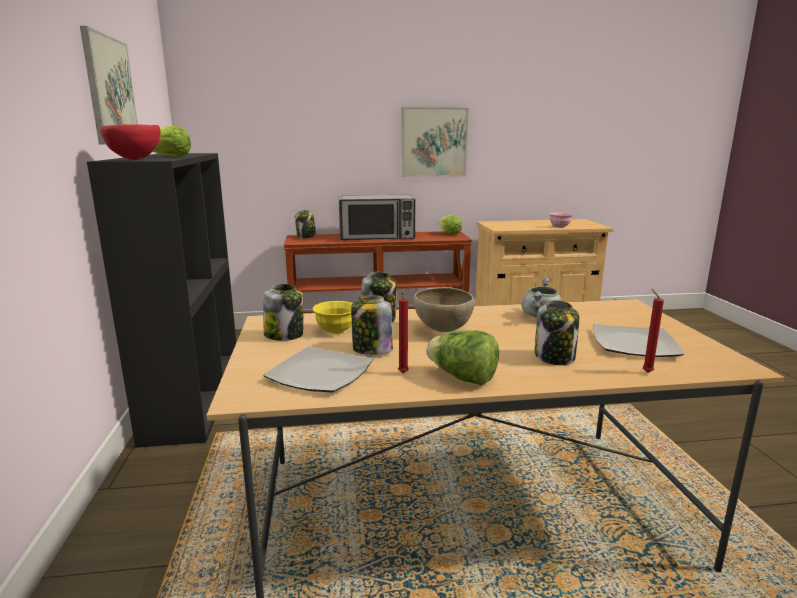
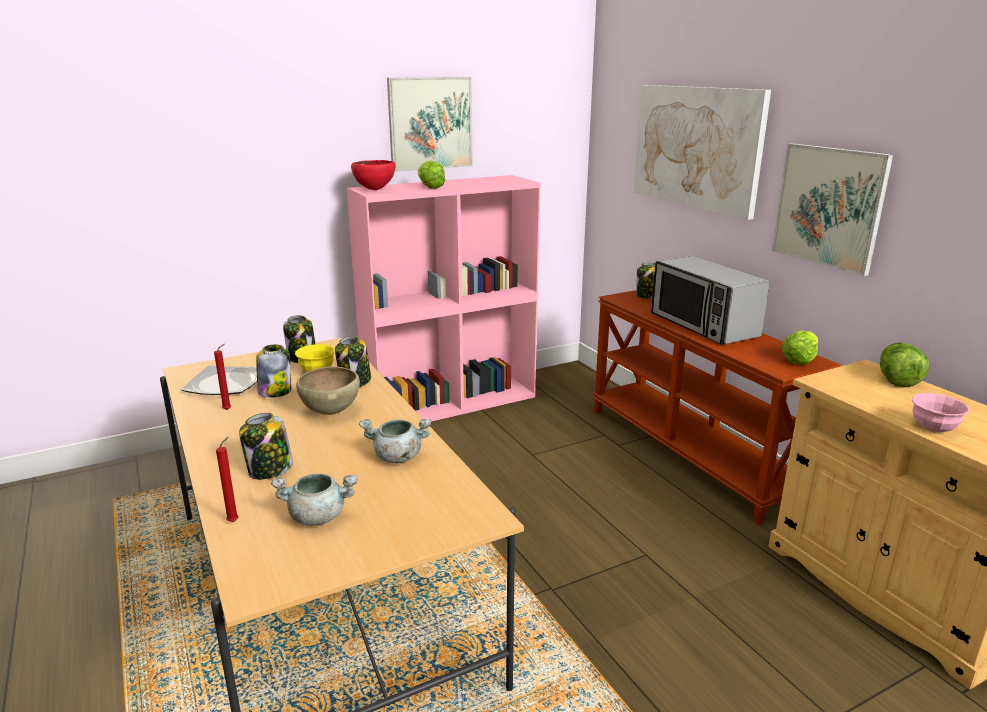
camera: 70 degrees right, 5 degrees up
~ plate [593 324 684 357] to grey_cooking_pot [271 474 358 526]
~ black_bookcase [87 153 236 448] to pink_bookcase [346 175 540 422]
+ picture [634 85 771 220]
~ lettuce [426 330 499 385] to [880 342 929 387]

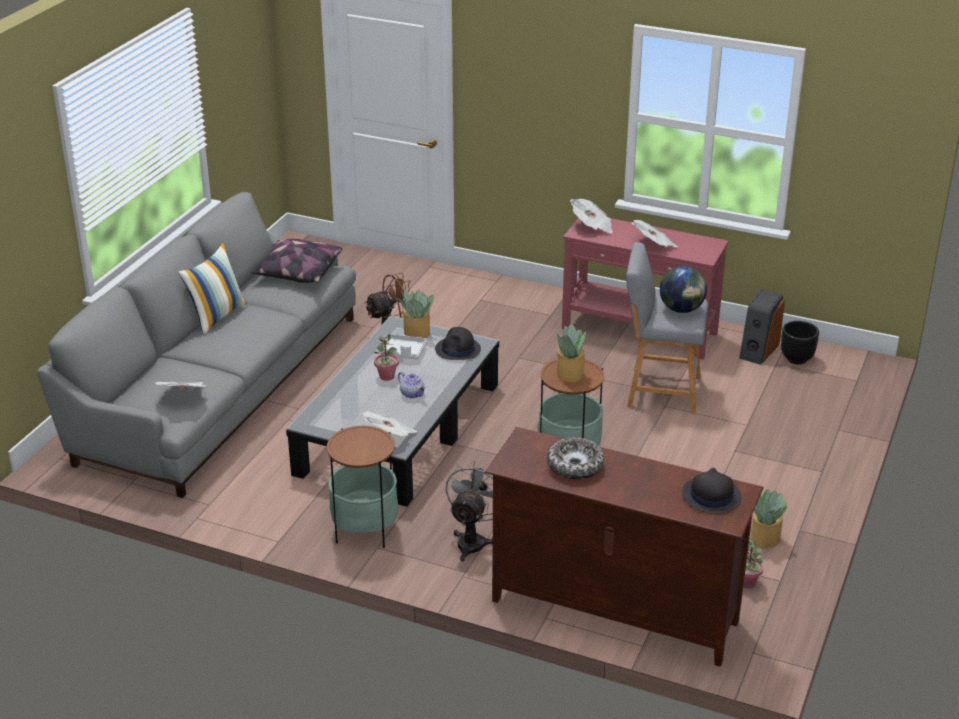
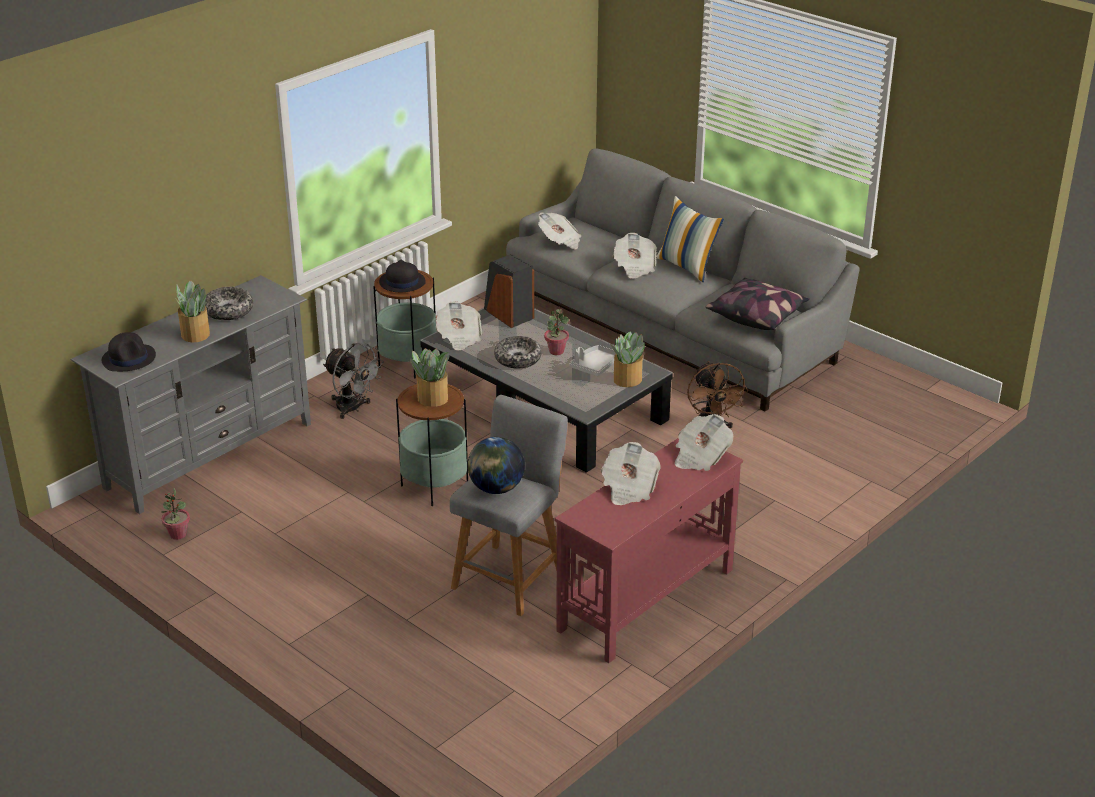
camera: 110 degrees right, 0 degrees up
~ brown_tv_stand [485 427 764 667] to grey_tv_stand [70 275 311 514]
~ potted_plant [750 489 787 548] to [175 280 210 342]
~ black_hat [435 327 481 360] to [379 260 426 292]
~ speaker [739 289 785 365] to [484 254 535 328]
~ teapot [398 372 426 399] to bowl [494 336 542 368]
+ newspaper [613 233 657 279]
- black_planter [781 321 819 364]

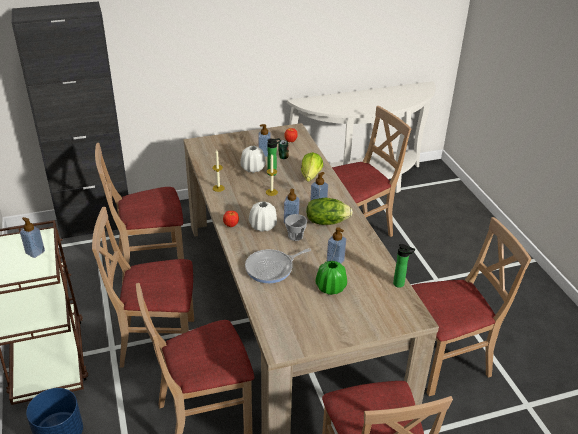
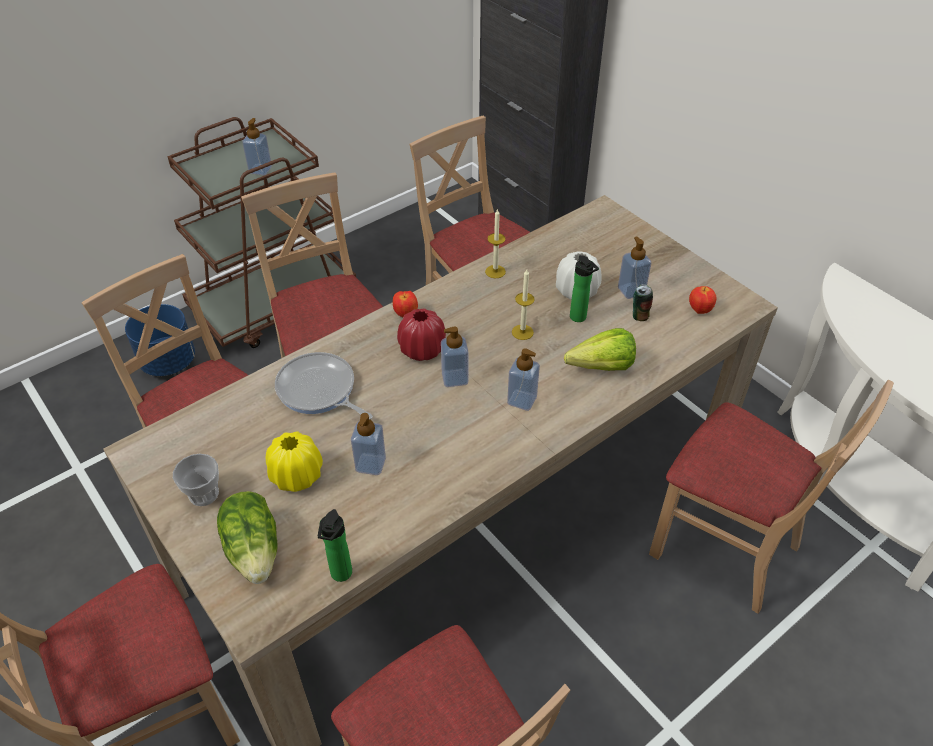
camera: 70 degrees right, 10 degrees up
~ cup [285 214 307 241] to [173 454 219 506]
~ lettuce [306 198 353 225] to [217 491 277 584]
~ green_vase [315 261 347 295] to yellow_vase [266 431 323 492]
~ white_vase [249 201 277 232] to red_vase [397 309 446 361]

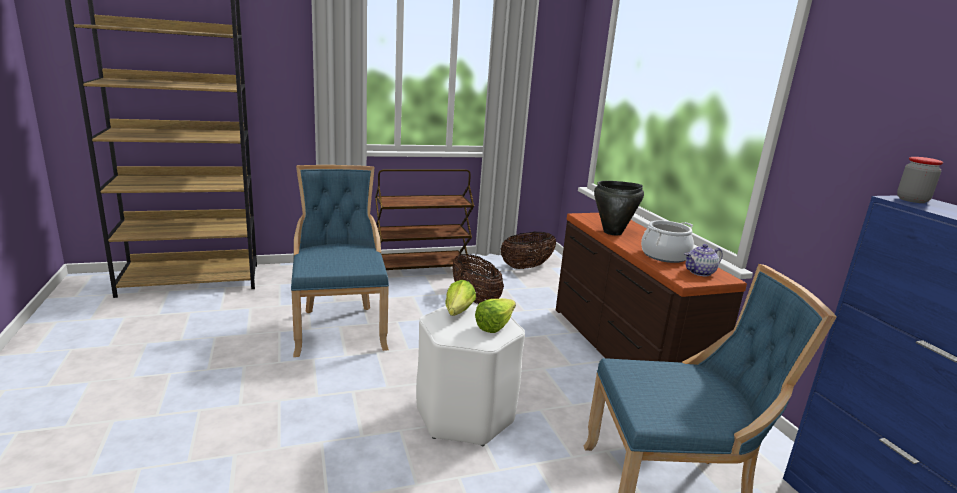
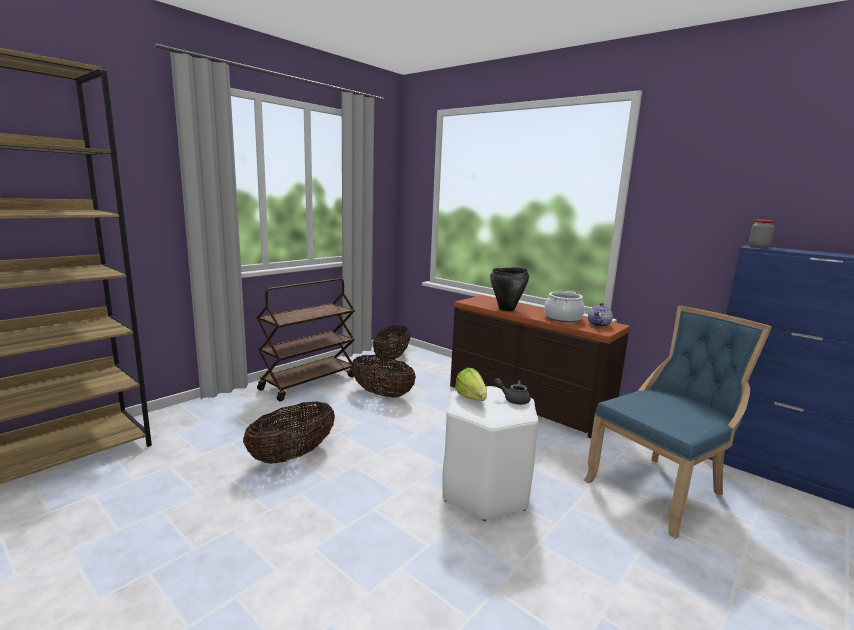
camera: 30 degrees left, 5 degrees down
~ blue_chair [291 165 389 357] to basket [243 402 335 464]
~ lettuce [475 298 516 333] to grey_teapot [494 378 530 405]

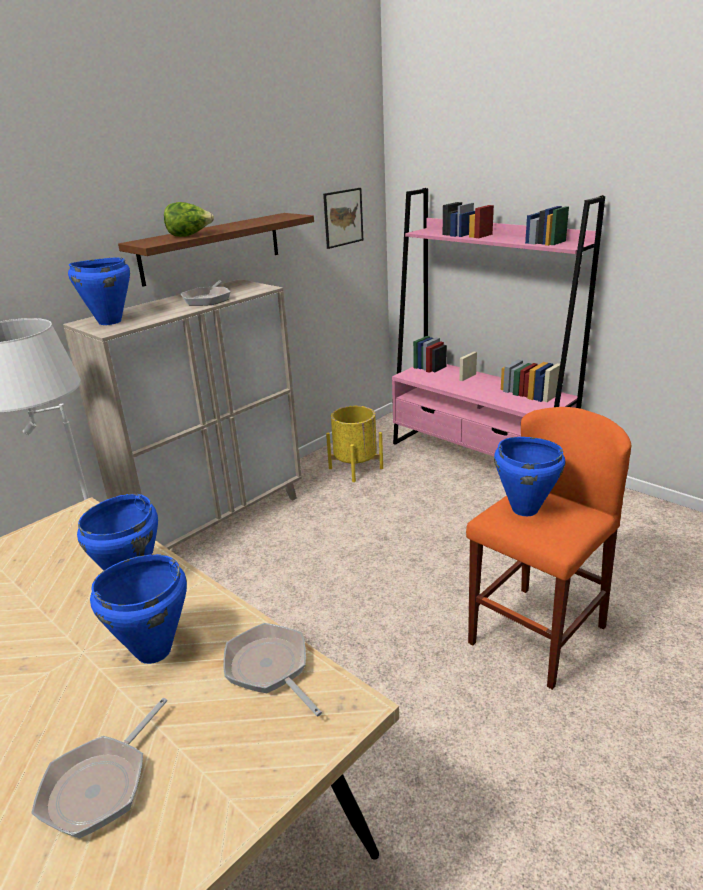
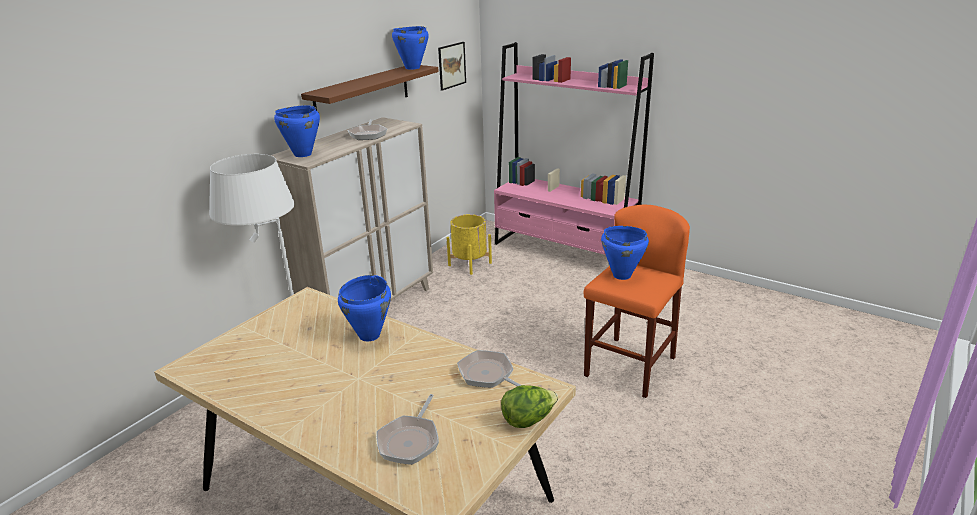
camera: 10 degrees left, 0 degrees up
~ blue_cooking_pot [90 554 187 664] to [392 26 429 70]
~ lettuce [164 202 214 237] to [501 385 558 428]

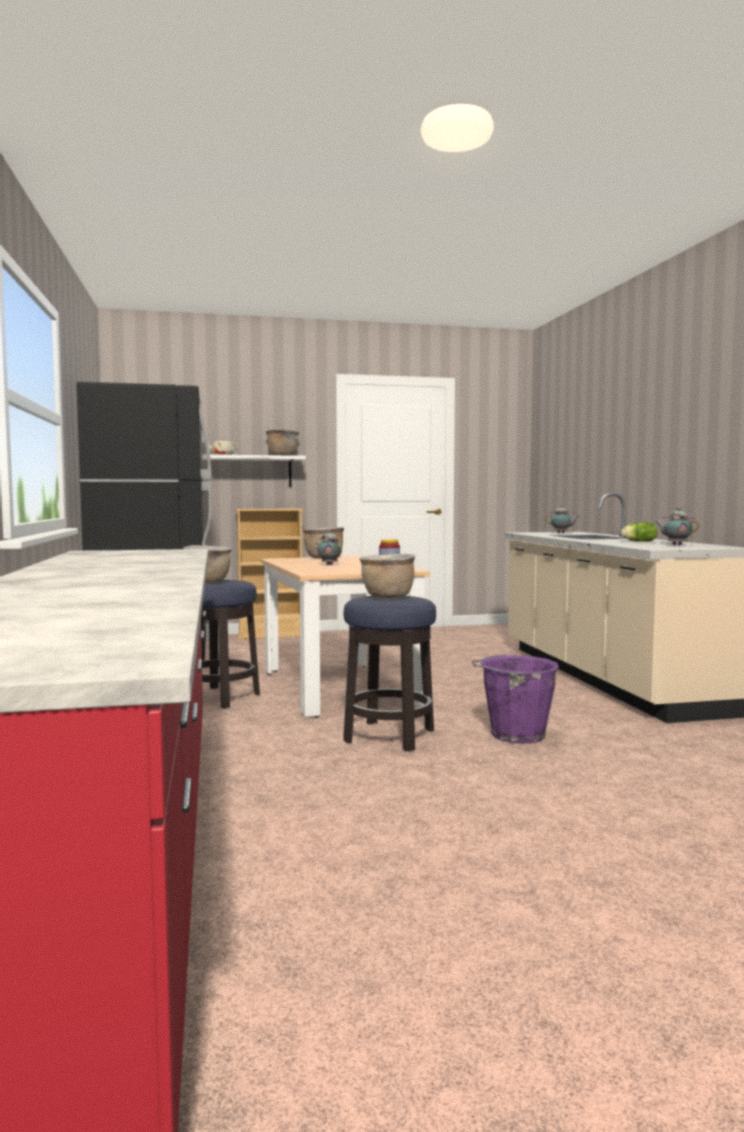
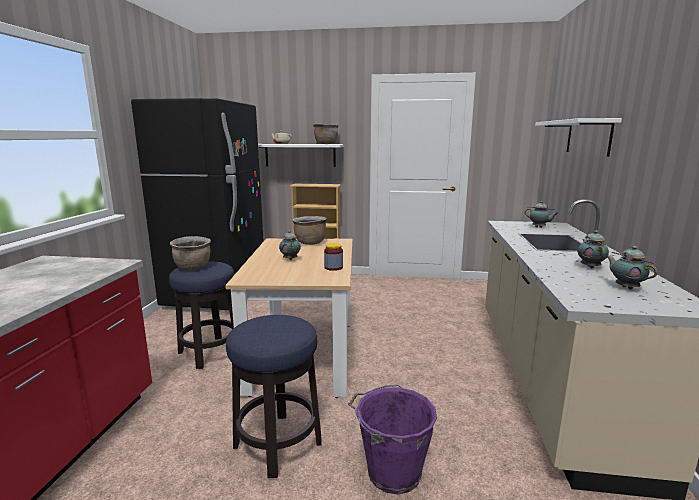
camera: 20 degrees right, 10 degrees up
+ white_shelf [535 118 622 157]
~ lettuce [621 522 657 542] to teapot [578 230 609 268]
- brown_cooking_pot [359 554 415 598]

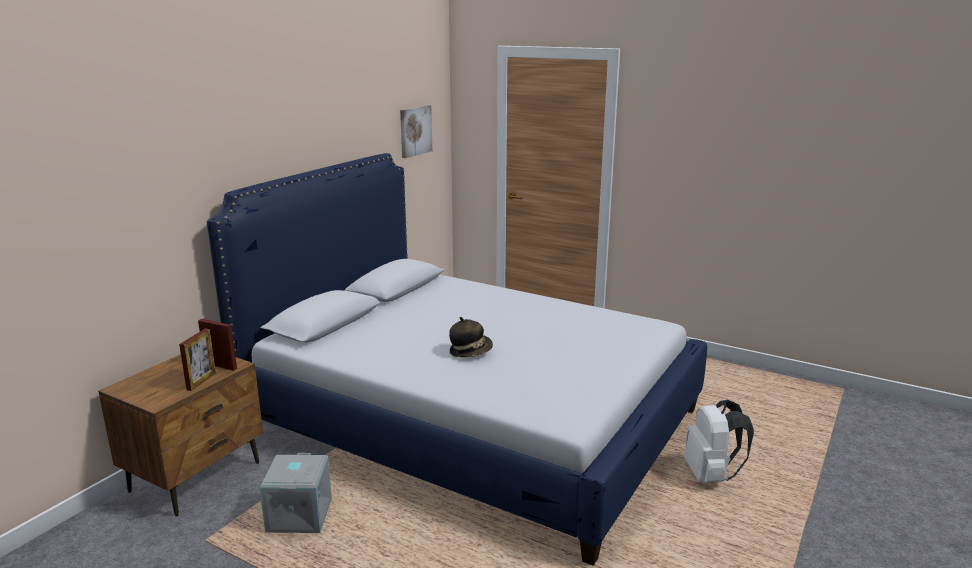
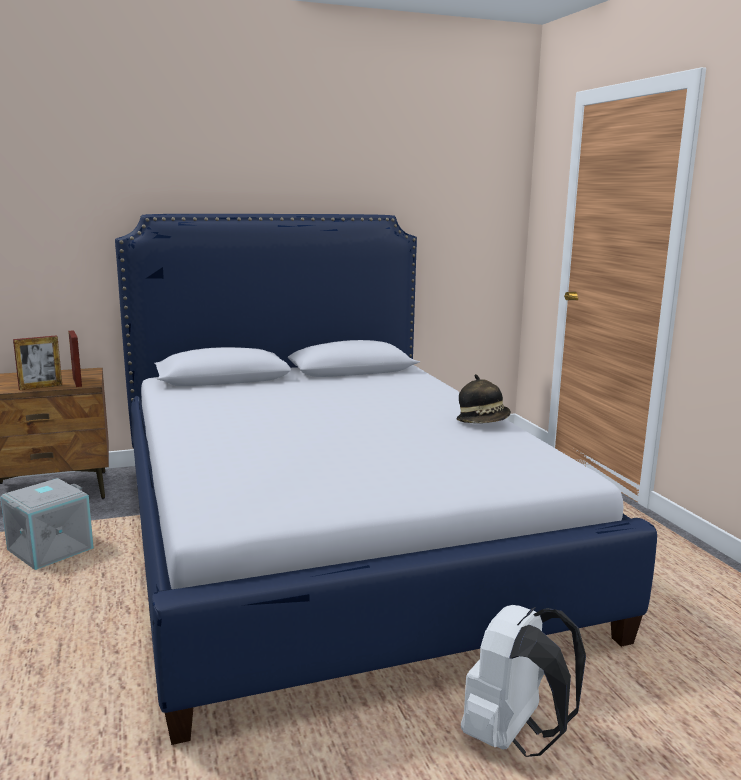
camera: 40 degrees right, 5 degrees down
~ hat [449 317 493 357] to [456 374 511 423]
- picture [400 105 432 158]

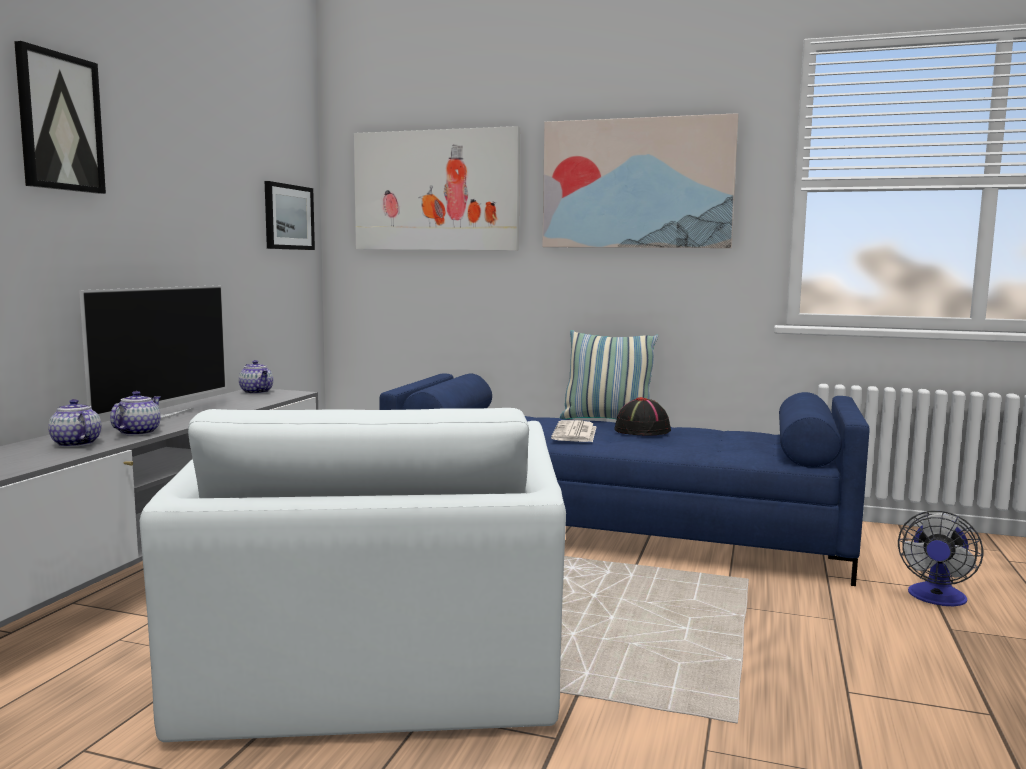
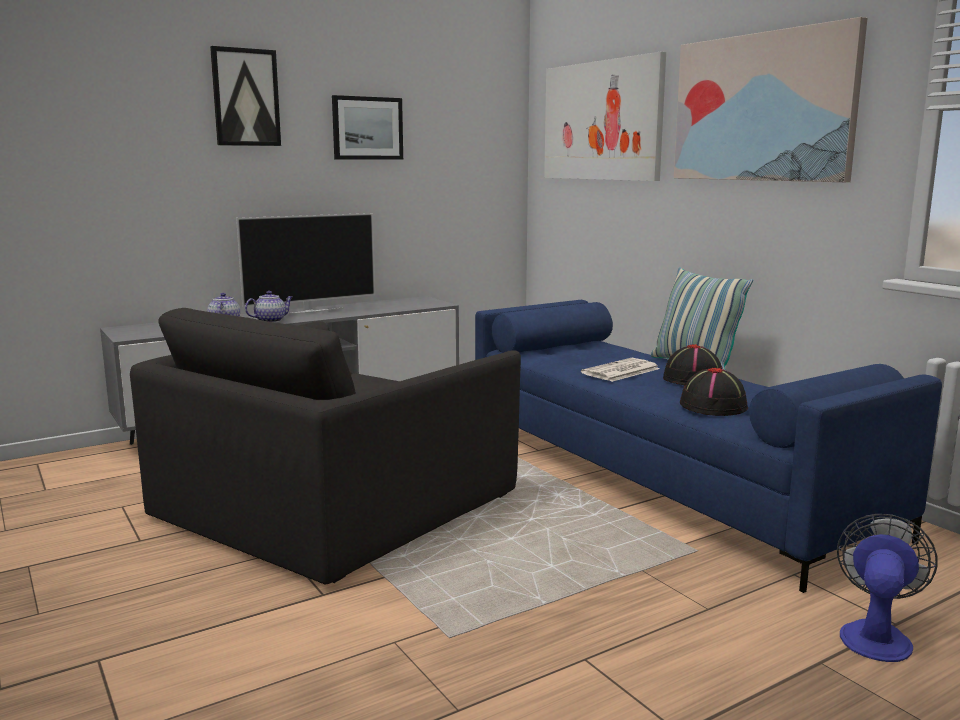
camera: 40 degrees right, 5 degrees up
~ white_armchair [140 408 566 742] to black_armchair [130 308 521 584]
~ picture [265 181 315 250] to [332 95 403 160]
+ black_hat [680 368 748 416]
~ fan [898 511 983 606] = [837 514 937 662] 135 degrees clockwise
- teapot [239 360 273 394]

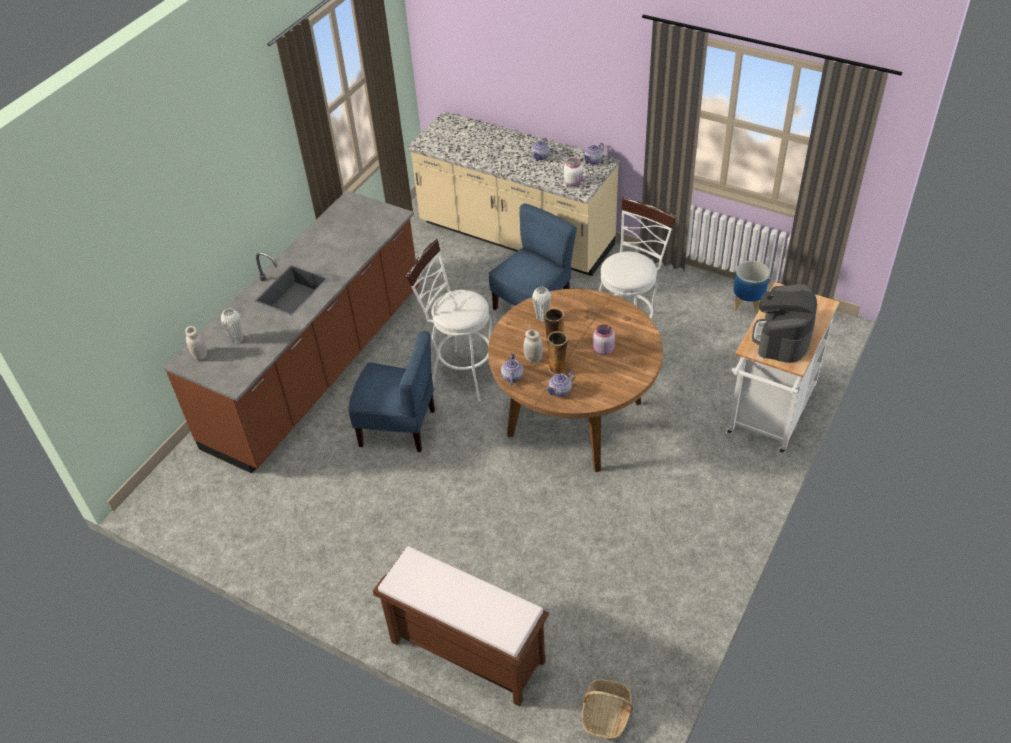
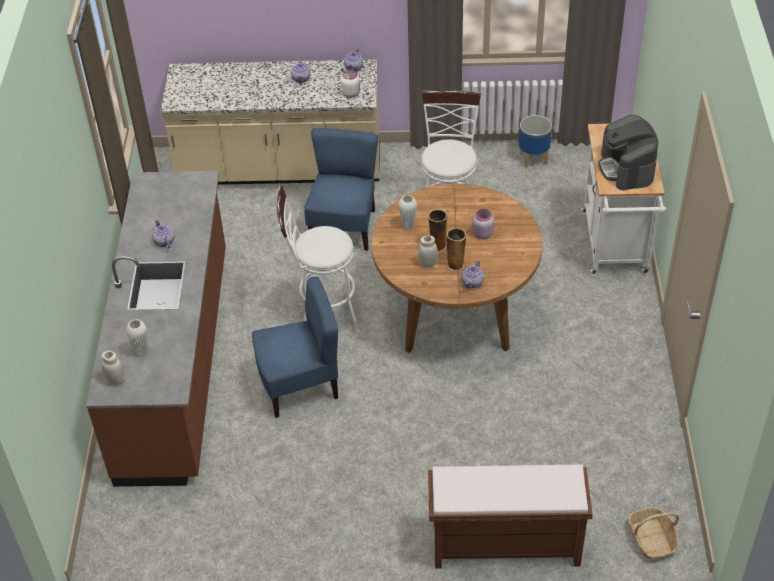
camera: 30 degrees left, 0 degrees up
~ teapot [501 352 524 385] to [152 220 174 248]

